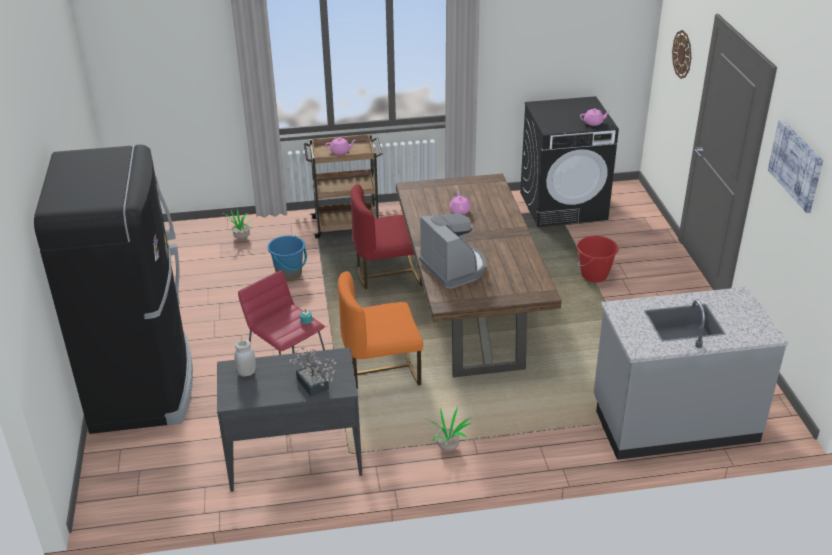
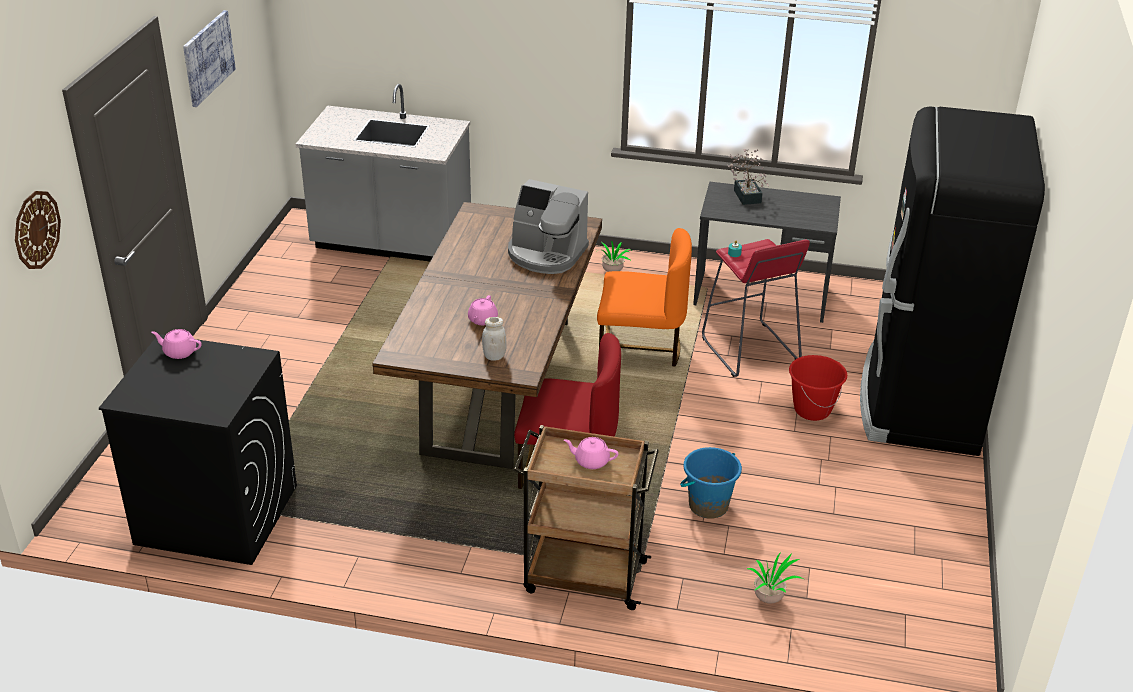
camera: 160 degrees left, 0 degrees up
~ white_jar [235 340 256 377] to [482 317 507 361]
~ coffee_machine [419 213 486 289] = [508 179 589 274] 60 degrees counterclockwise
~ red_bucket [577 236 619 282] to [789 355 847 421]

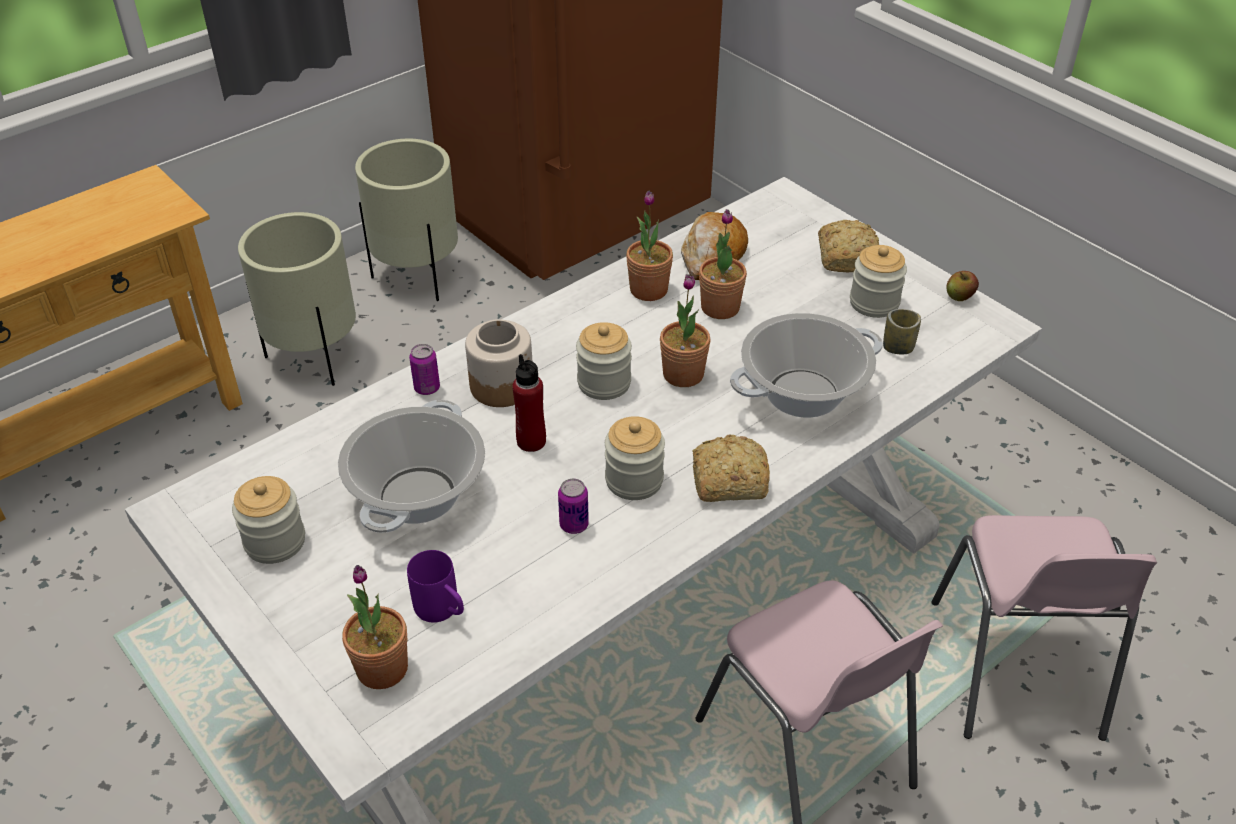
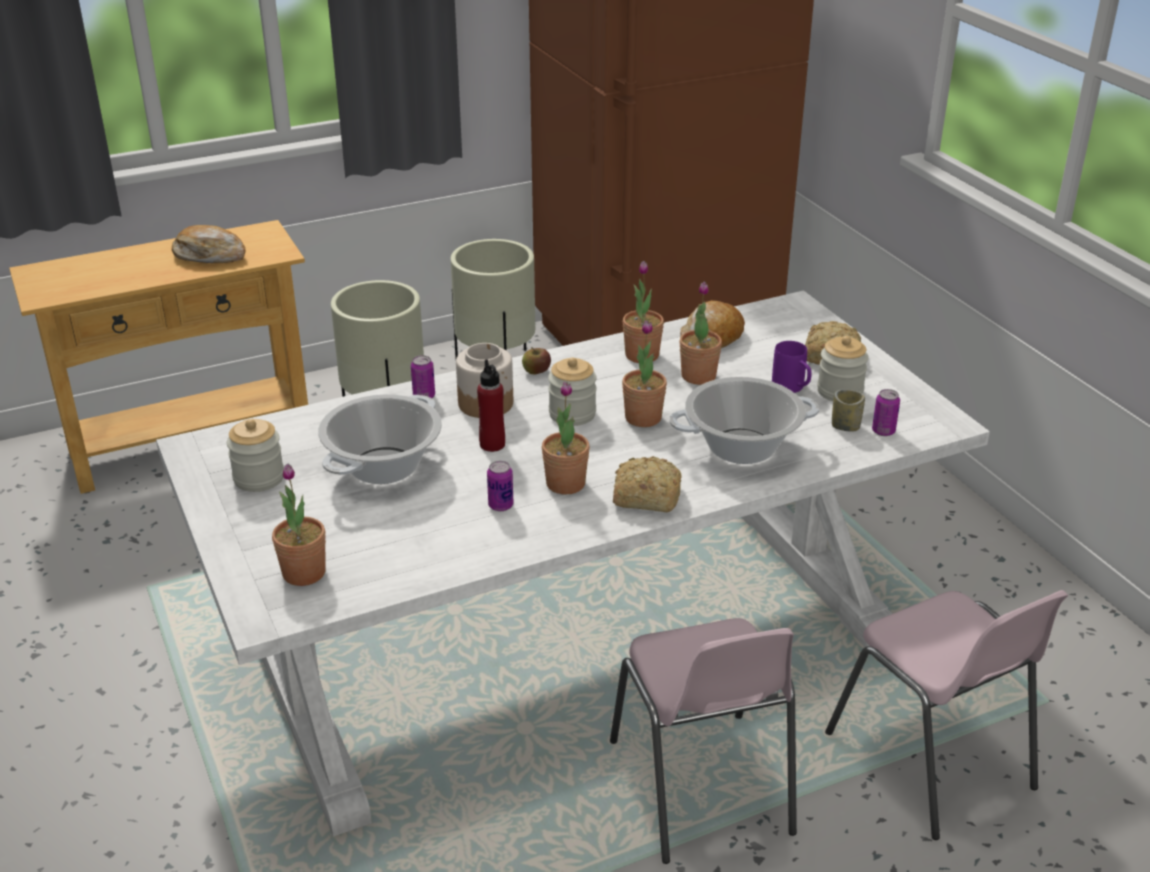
camera: 15 degrees right, 10 degrees down
+ bread [172 225 245 263]
~ apple [946 271 979 301] to [522 347 551 374]
~ jar [605 416 665 500] to potted_plant [542 382 590 495]
~ purple_mug [407 550 464 622] to [772 341 812 393]
~ pink_chair [931 515 1157 741] = [825 590 1068 840] 45 degrees counterclockwise
+ can [872 389 900 436]

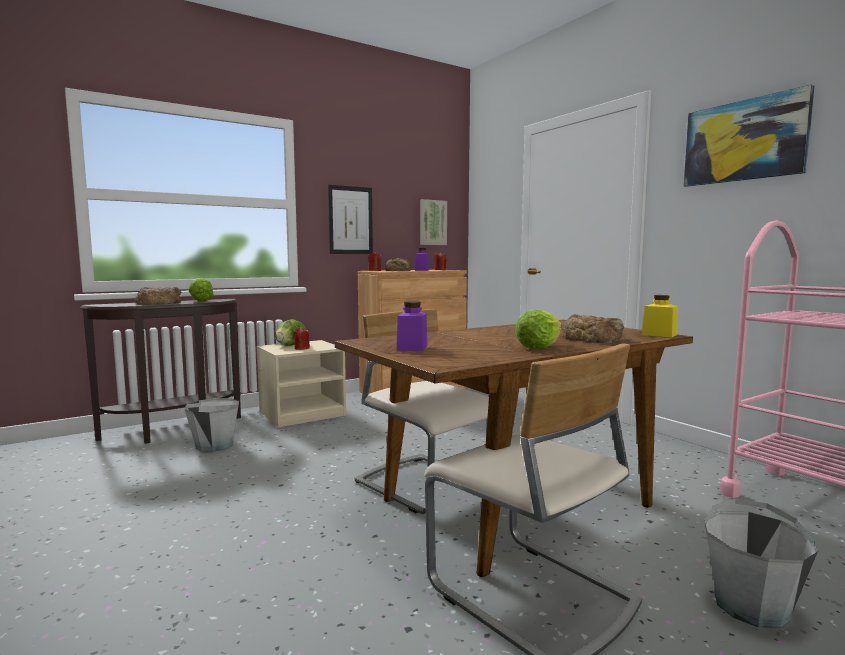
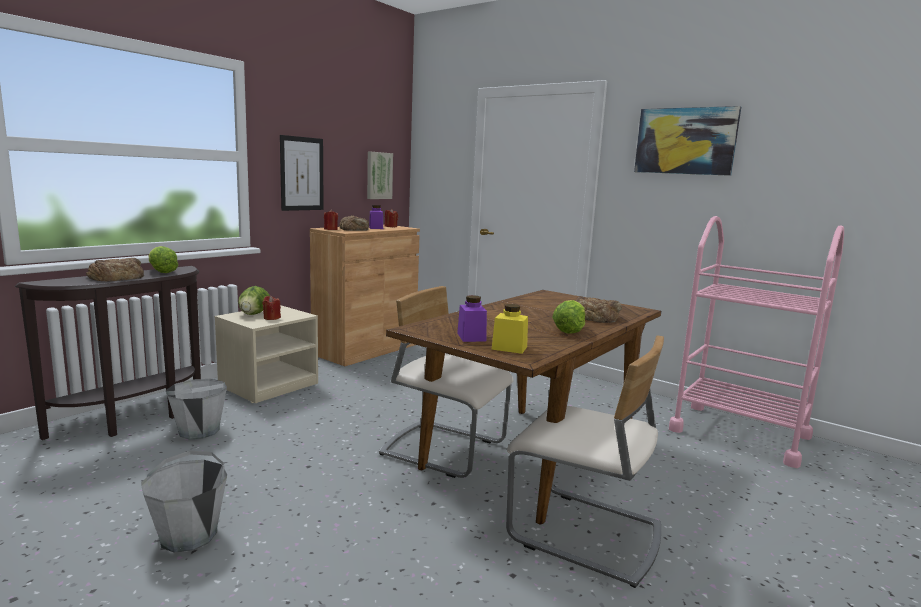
camera: 20 degrees left, 5 degrees up
~ grey_bucket [704 499 818 629] to [141 451 227 553]
~ yellow_jar [642 295 678 338] to [491 304 528 354]

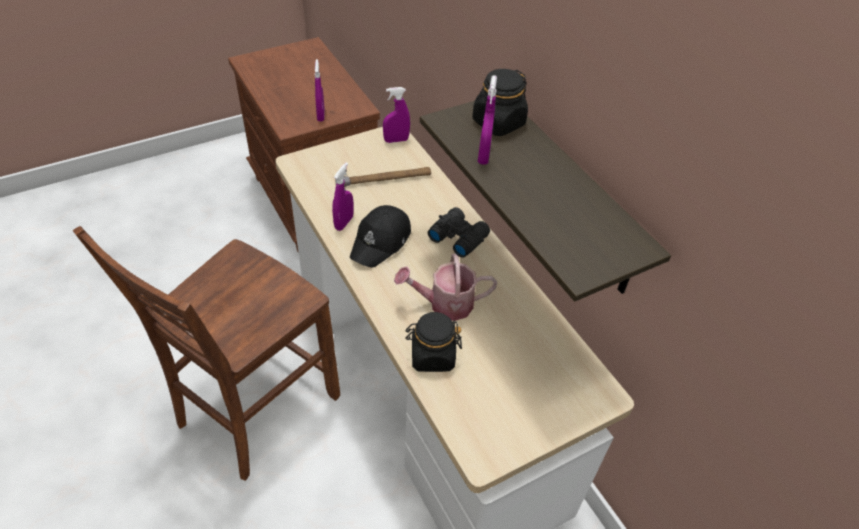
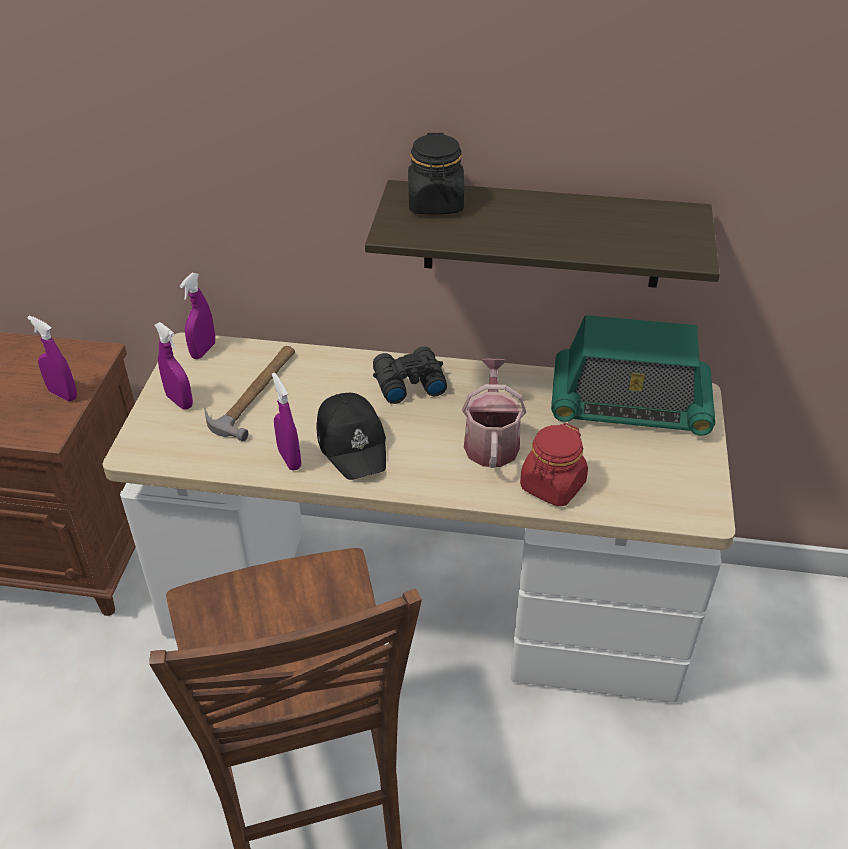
camera: 50 degrees left, 5 degrees down
~ purple_spray_bottle [478 75 497 165] to [155 322 193 409]
~ watering_can [394 253 497 321] = [462 359 526 468] 150 degrees clockwise
~ black_jar [405 312 462 372] to red_jar [520 423 588 507]
+ radio [551 315 715 436]

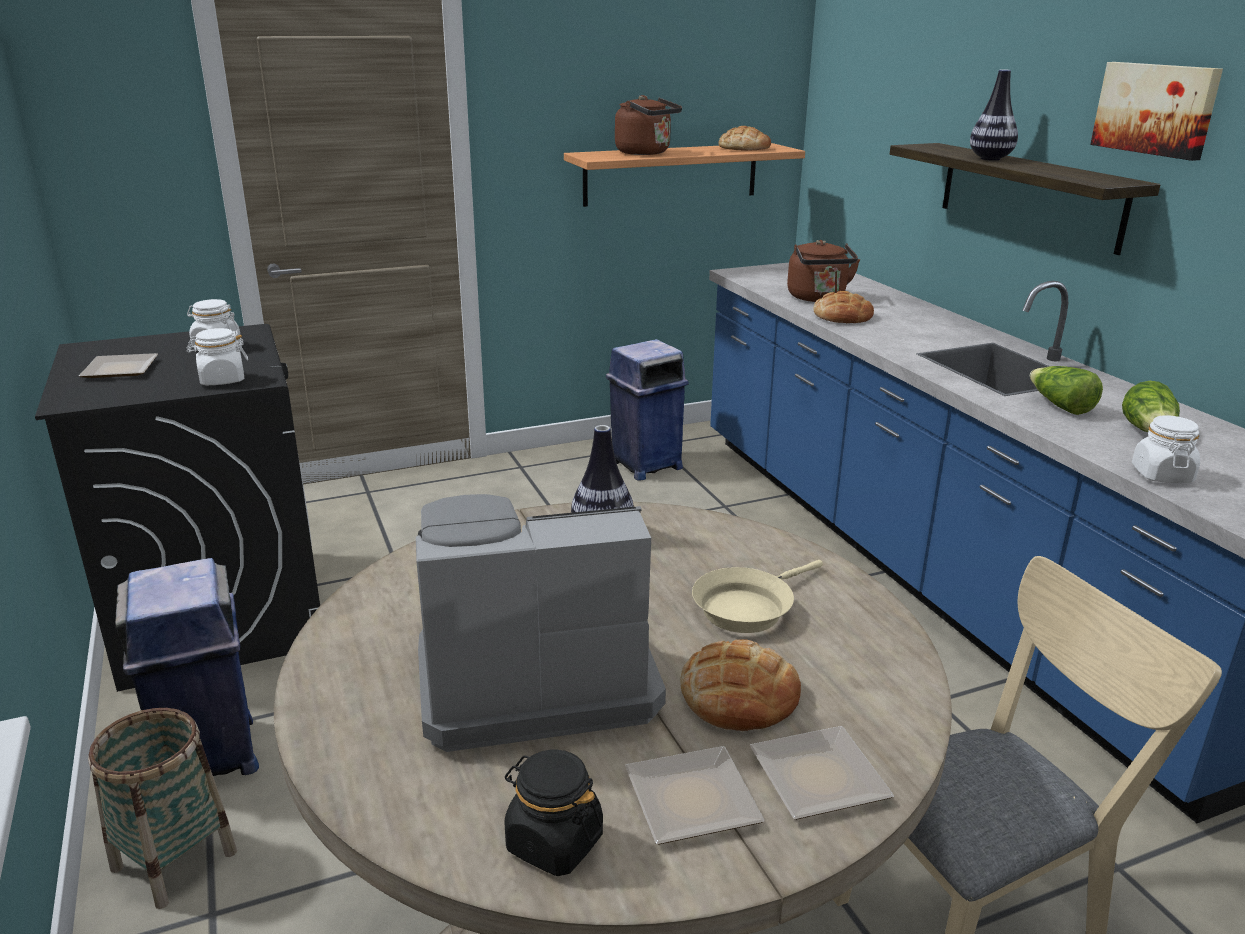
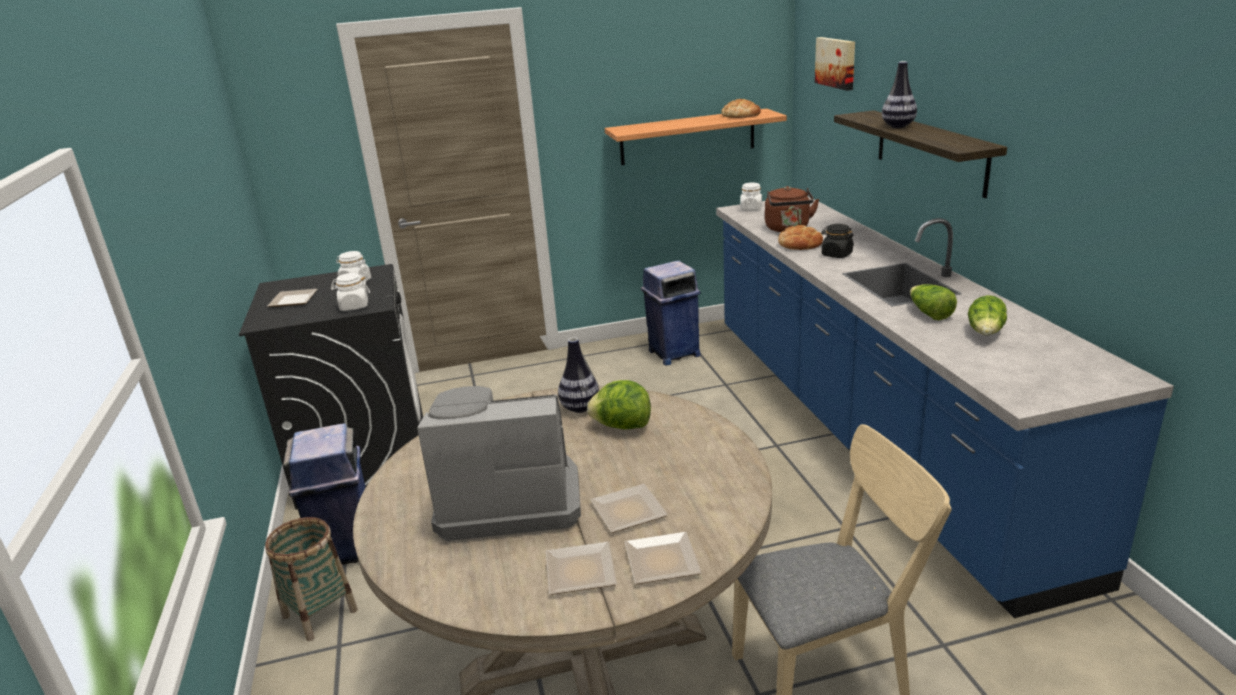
camera: 10 degrees right, 0 degrees up
+ lettuce [587 380 651 429]
~ bread [680 639 801 731] to plate [591 484 668 533]
~ white_jar [1132 415 1200 483] to [740 183 762 211]
~ picture [1090 62 1223 161] to [815 37 855 91]
~ black_jar [504 749 603 876] to [821 224 854 258]
- brown_kettle [615 95 682 155]
- beige_frying_pan [692 560 823 633]

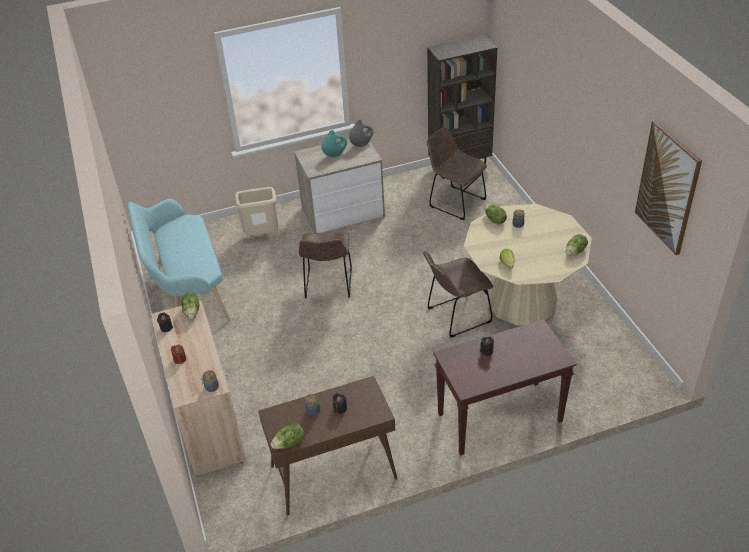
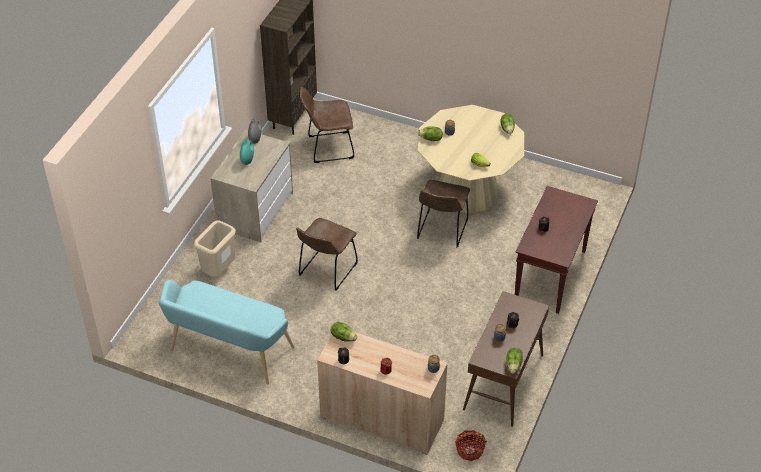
camera: 50 degrees left, 5 degrees up
~ brown_chair [299 232 352 298] = [296 218 358 291] 75 degrees clockwise
+ basket [455 430 487 461]
- picture [635 120 702 255]

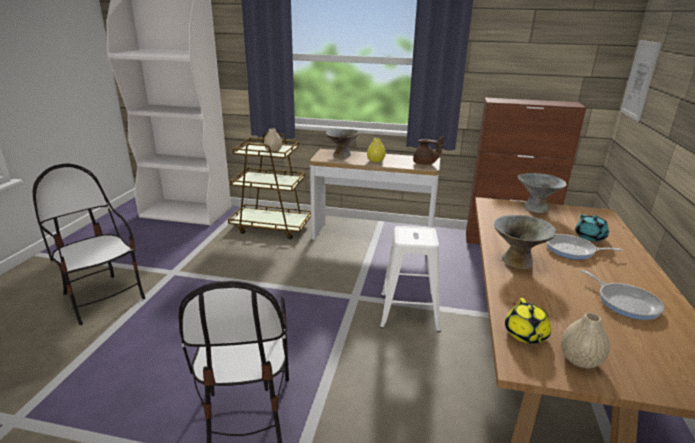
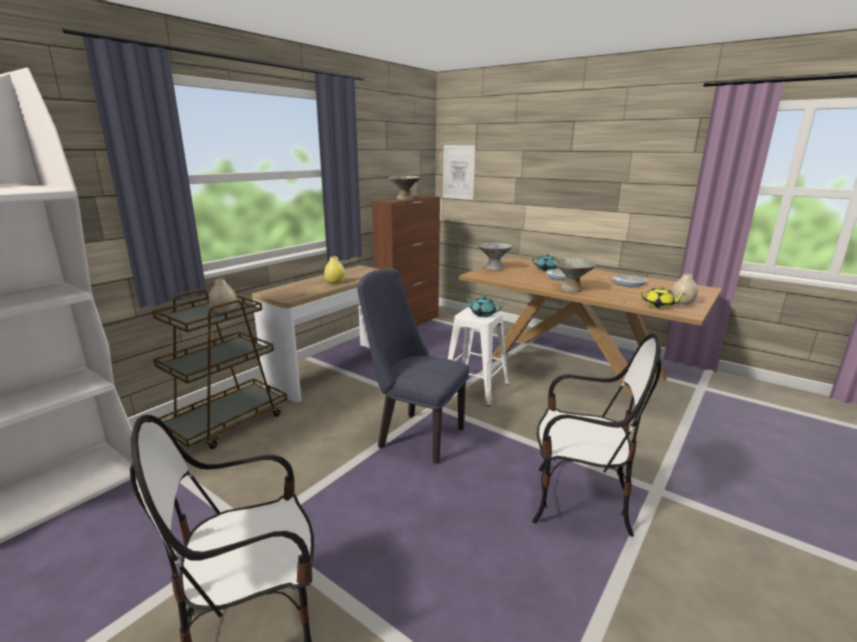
camera: 65 degrees left, 5 degrees down
+ blue_chair [357 269 469 464]
~ grey_bowl [326 129 360 157] to [389 176 421 200]
+ turquoise_teapot [465 296 502 317]
- brown_teapot [413 136 443 165]

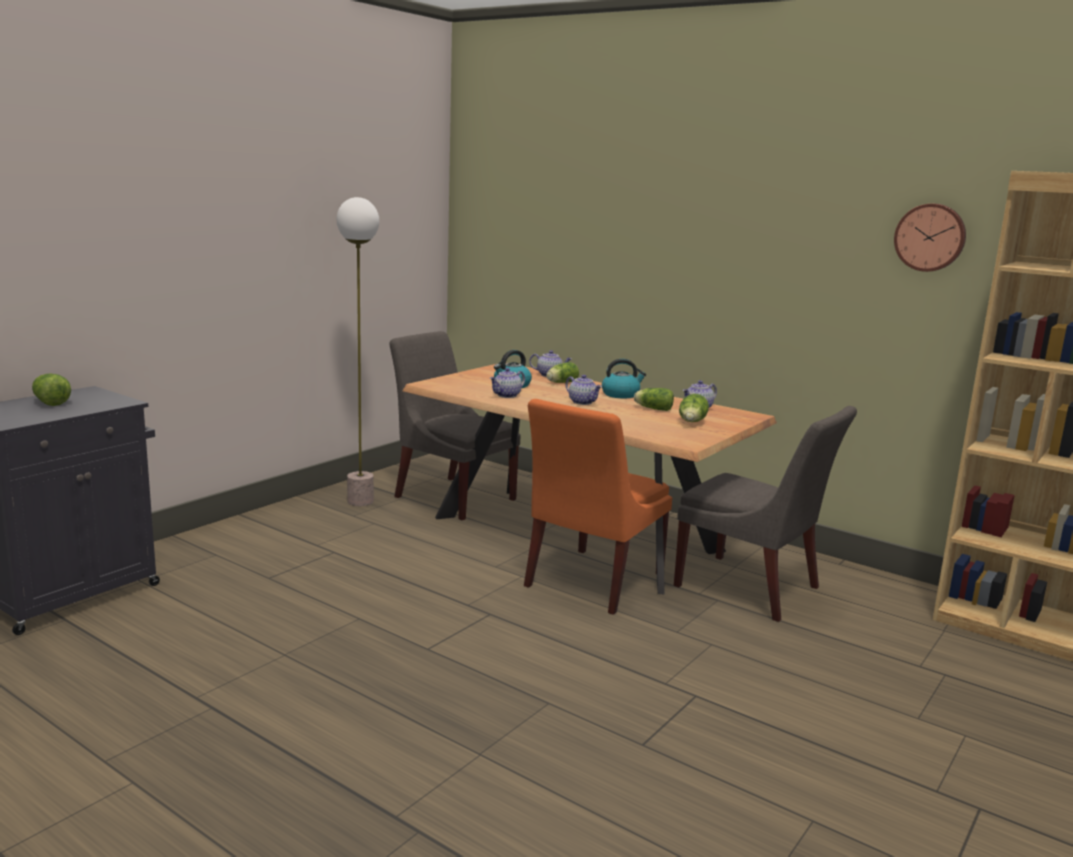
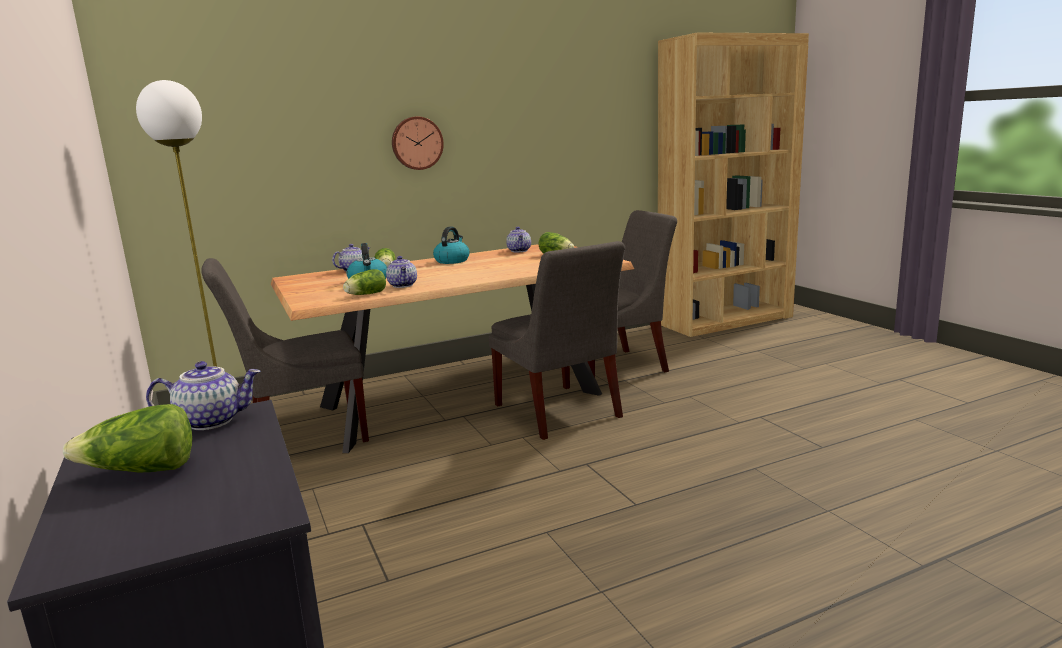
camera: 60 degrees left, 0 degrees up
~ teapot [566 375 602 405] to [146 361 261 430]
~ lettuce [634 388 674 411] to [343 269 386 295]
~ wall_clock [894 204 966 272] to [392 116 444 170]
~ orange_chair [524 399 672 615] to grey_chair [489 241 625 440]

